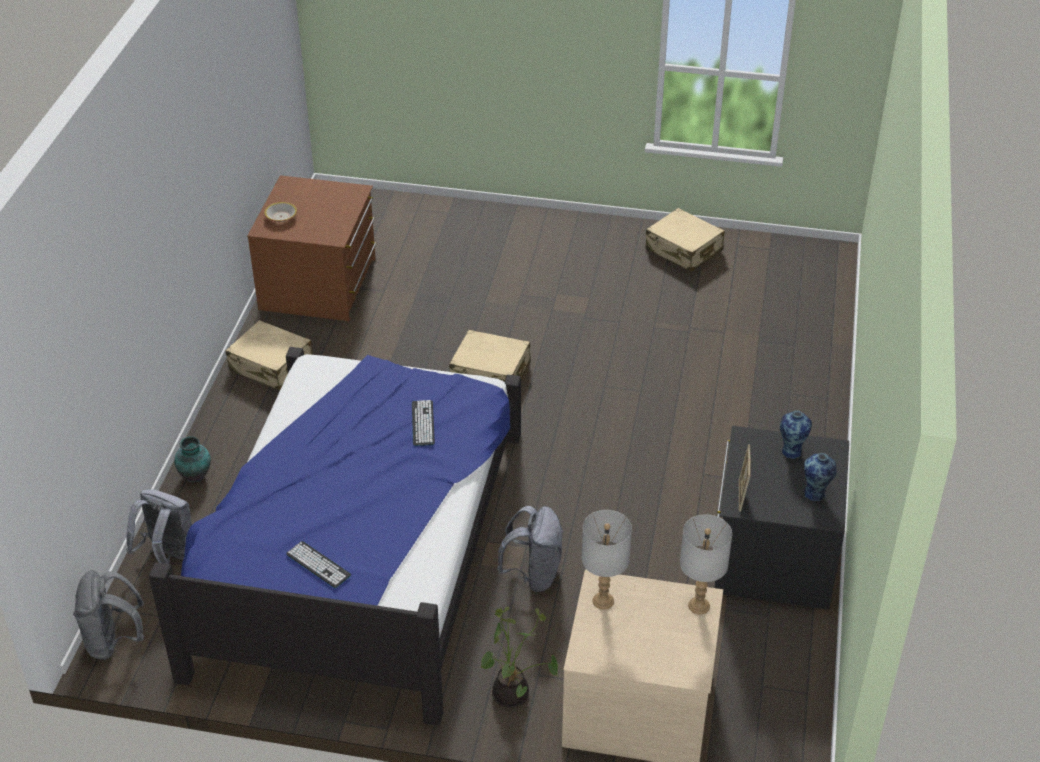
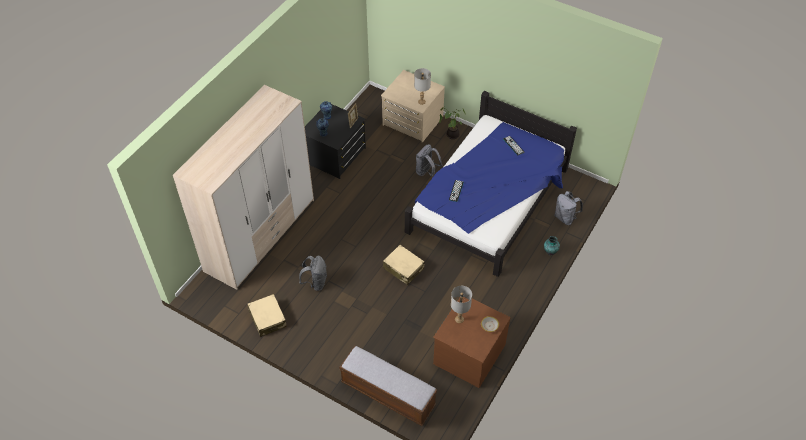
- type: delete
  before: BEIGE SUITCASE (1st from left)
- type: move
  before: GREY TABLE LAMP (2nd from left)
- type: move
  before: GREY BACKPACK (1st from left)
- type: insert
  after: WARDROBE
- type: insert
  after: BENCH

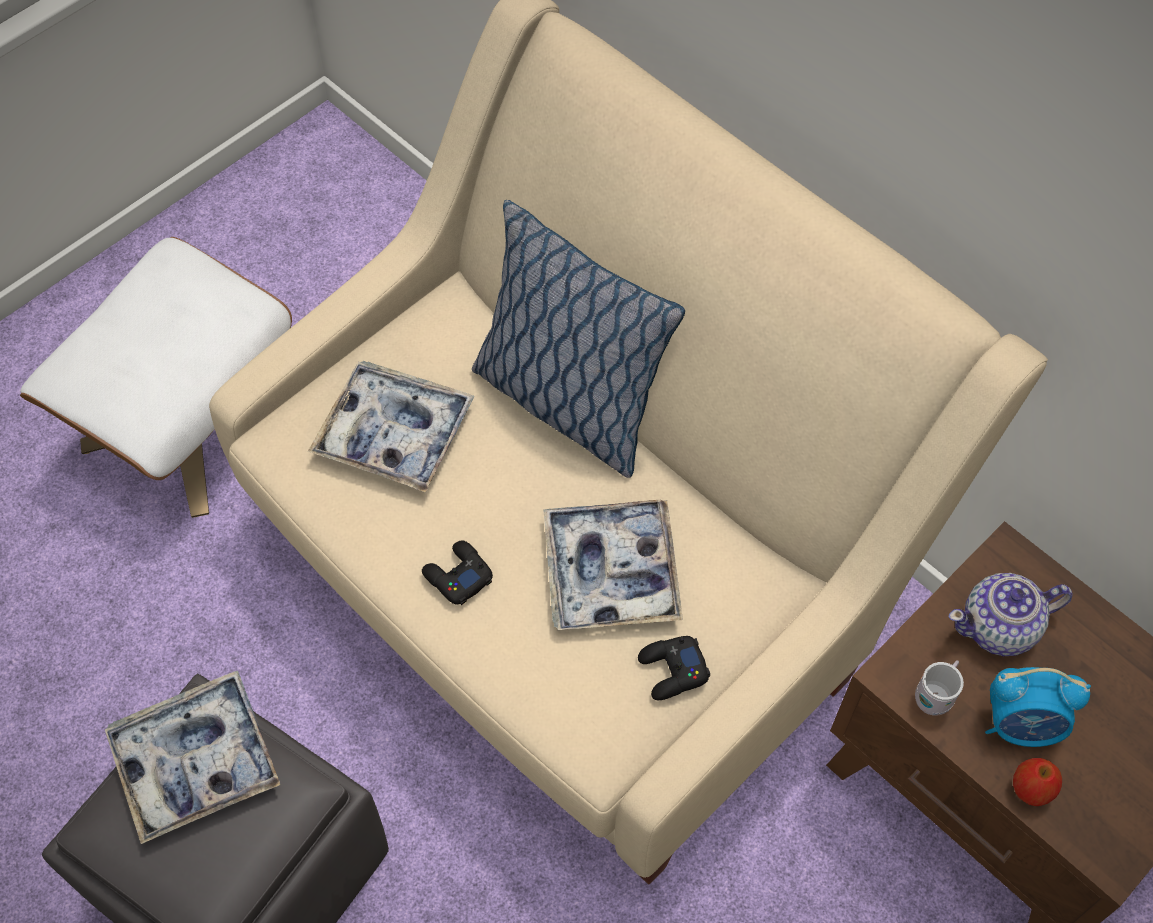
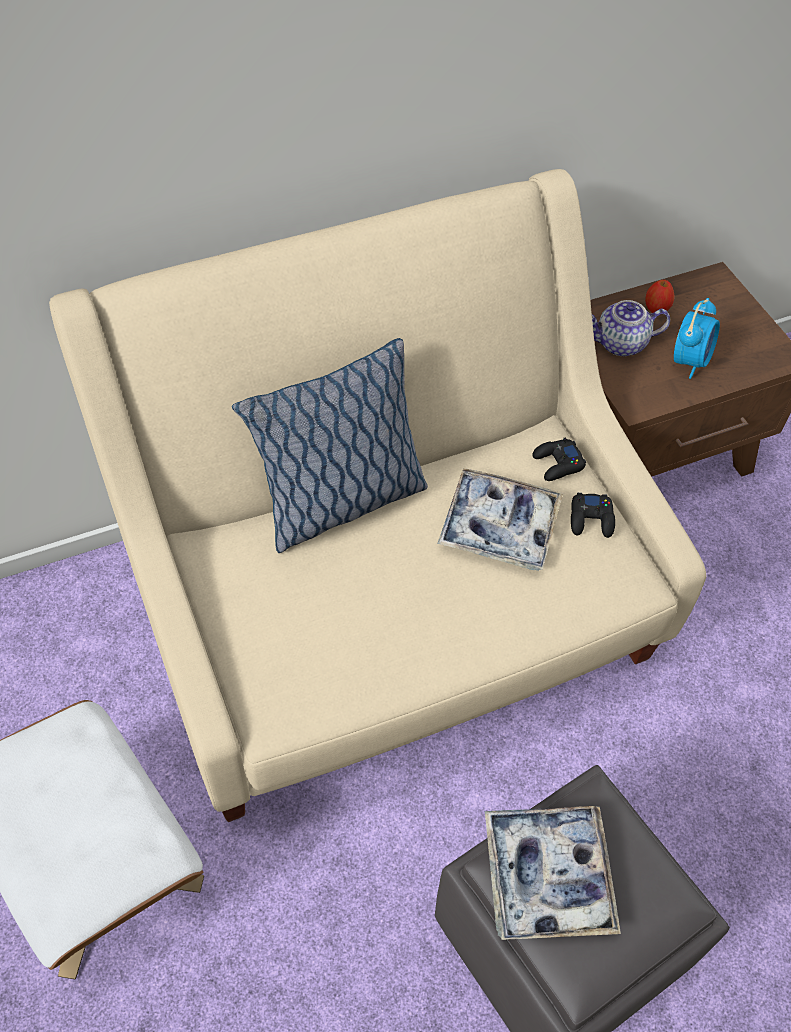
- type: delete
  before: TRAY (2nd from left)
- type: move
  before: BLACK GAME CONTROLLER (1st from left)
- type: rotate
  before: TEAPOT
  turn: 75
- type: delete
  before: WHITE MUG
- type: move
  before: APPLE

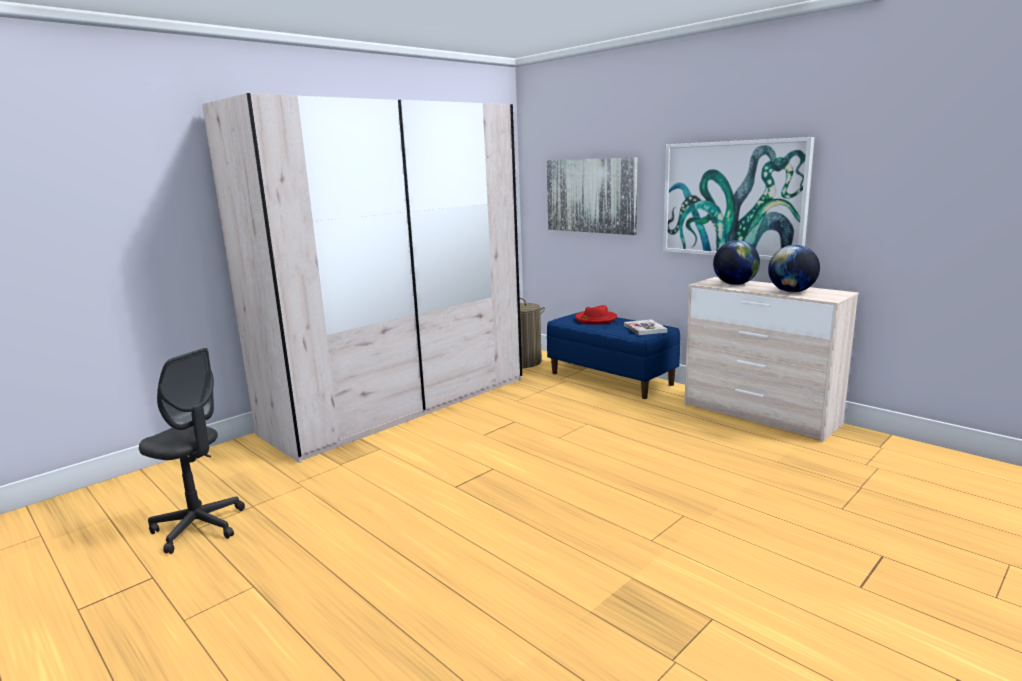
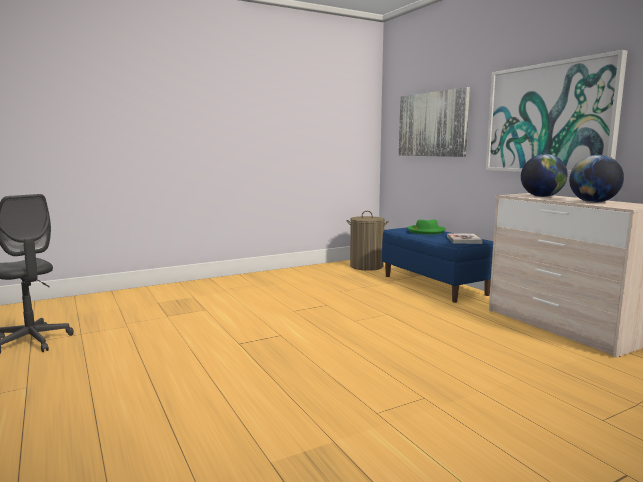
- type: delete
  before: BEIGE WARDROBE
- type: recolor
  before: RED HAT
  after: GREEN HAT

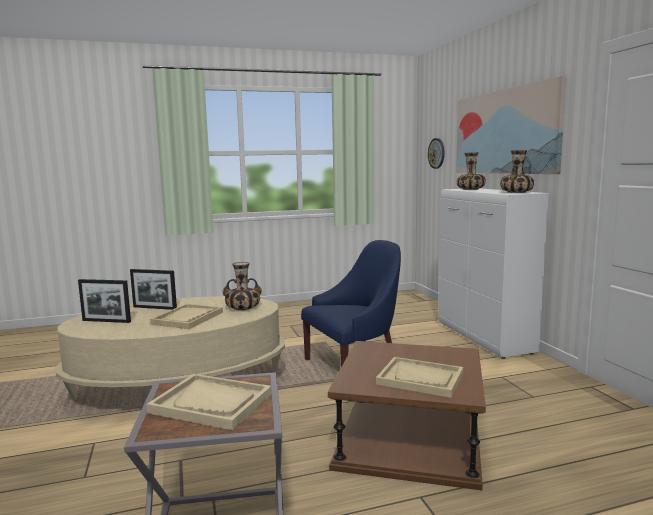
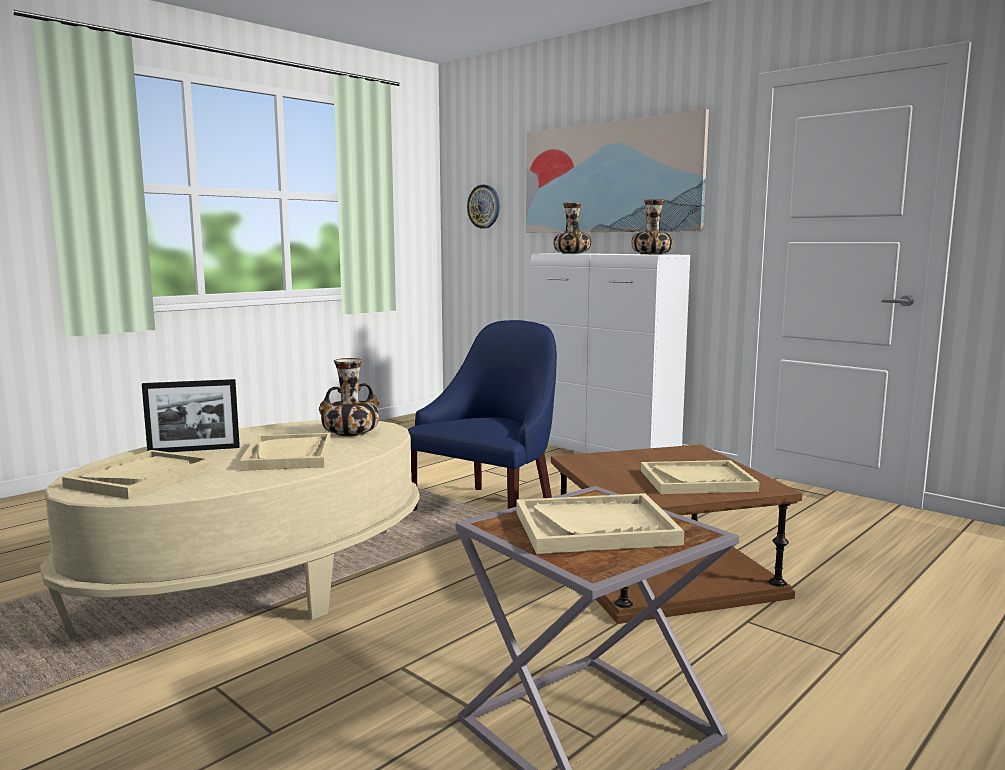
- type: replace
  before: PICTURE FRAME (1st from left)
  after: BEIGE TRAY (1st from left)

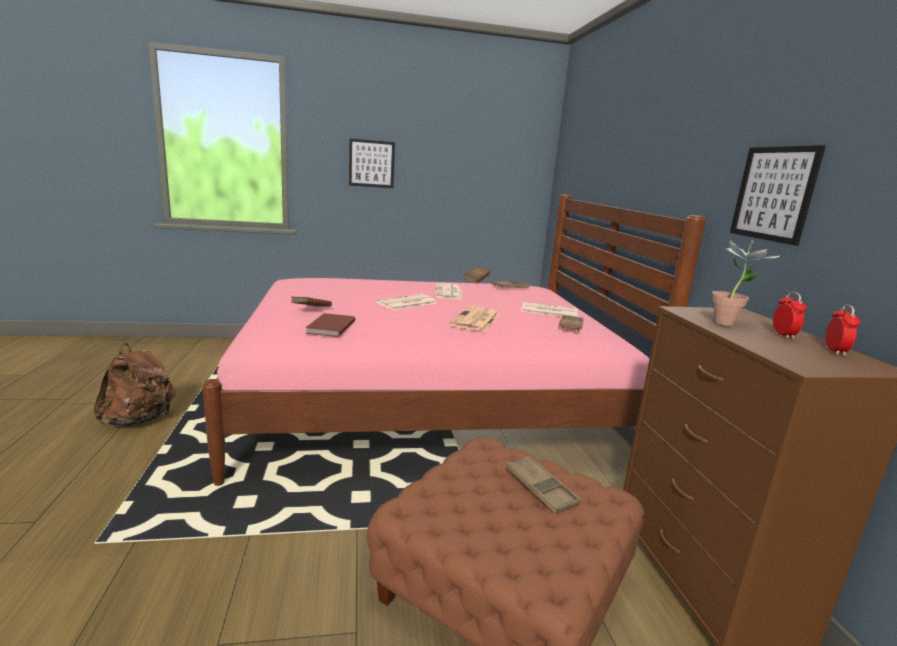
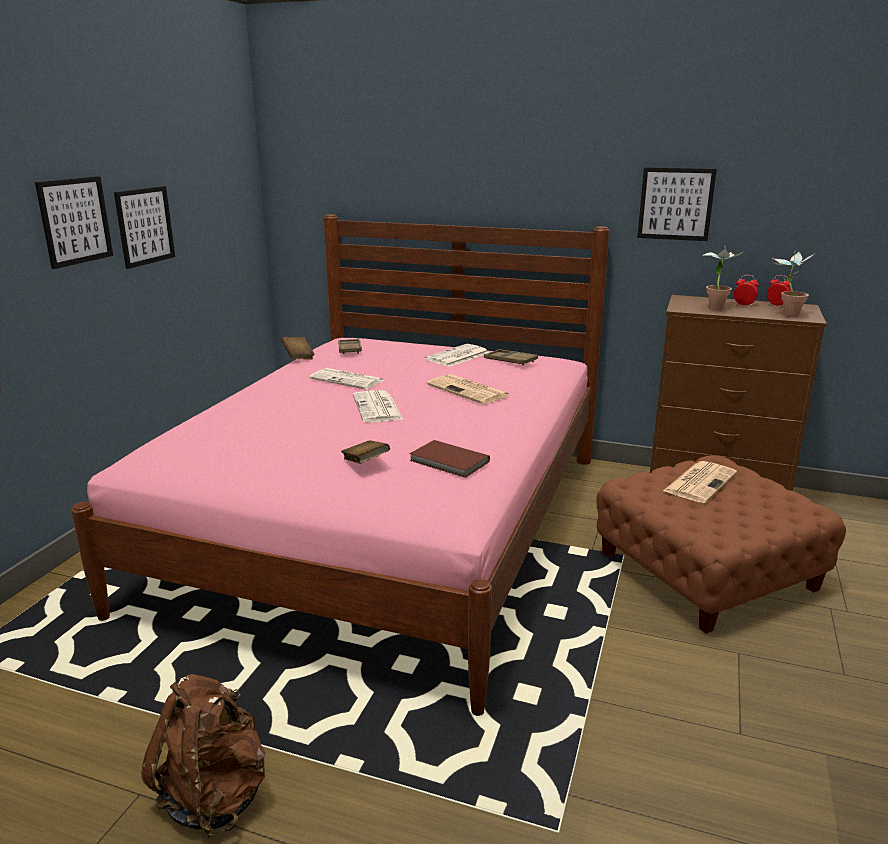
- type: replace
  before: BROWN TRAY (2nd from left)
  after: NEWSPAPER (5th from left)
- type: insert
  after: PICTURE (2nd from left)
- type: insert
  after: POTTED PLANT (2nd from left)

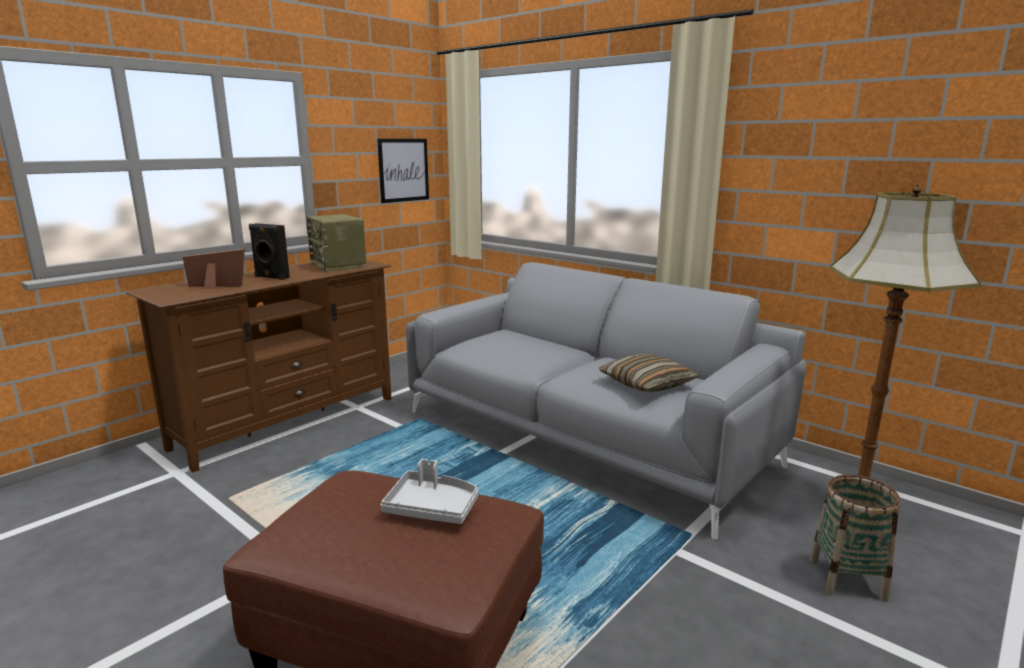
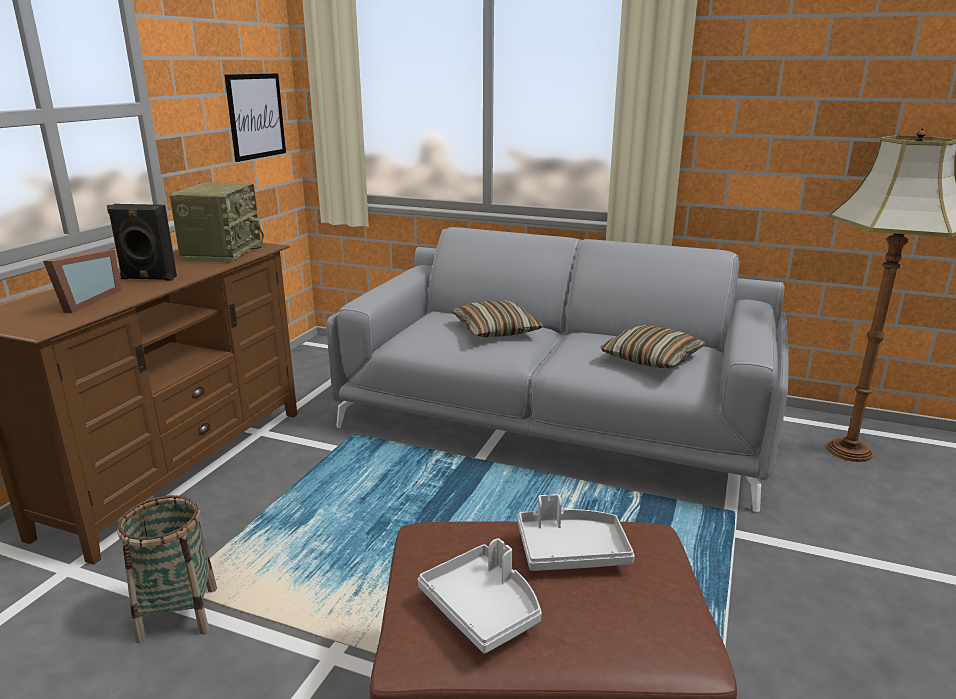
- type: rotate
  before: RADIO
  turn: -120
- type: rotate
  before: PICTURE FRAME
  turn: 120
- type: move
  before: BASKET
- type: insert
  after: PILLOW (1st from left)
- type: insert
  after: GREY TRAY (1st from left)

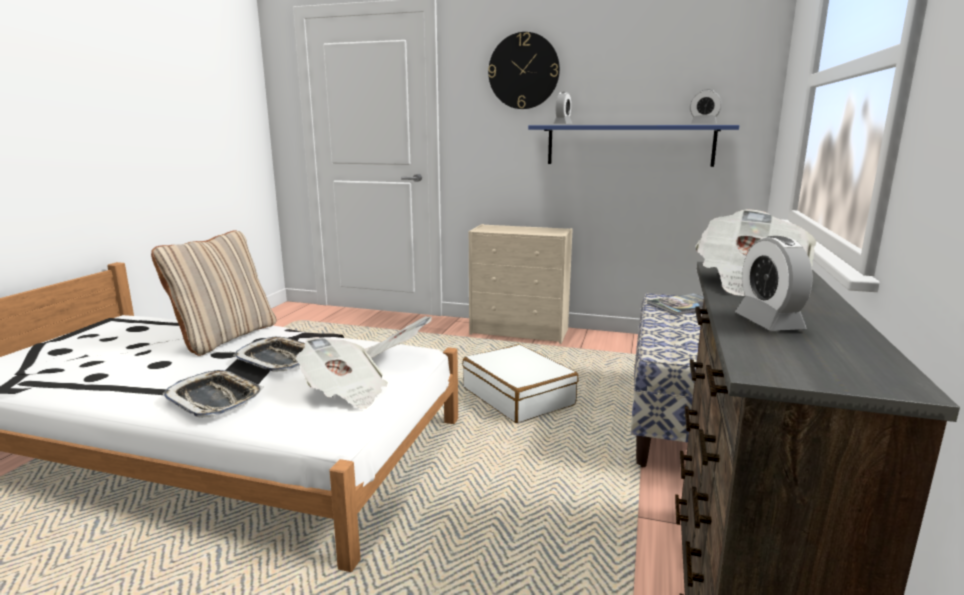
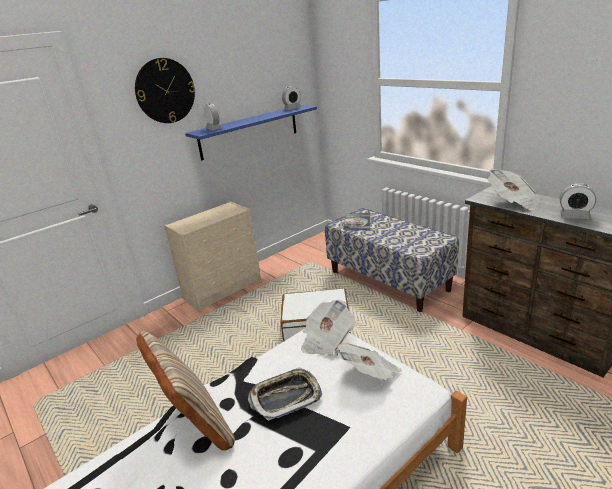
- type: delete
  before: TRAY (1st from left)

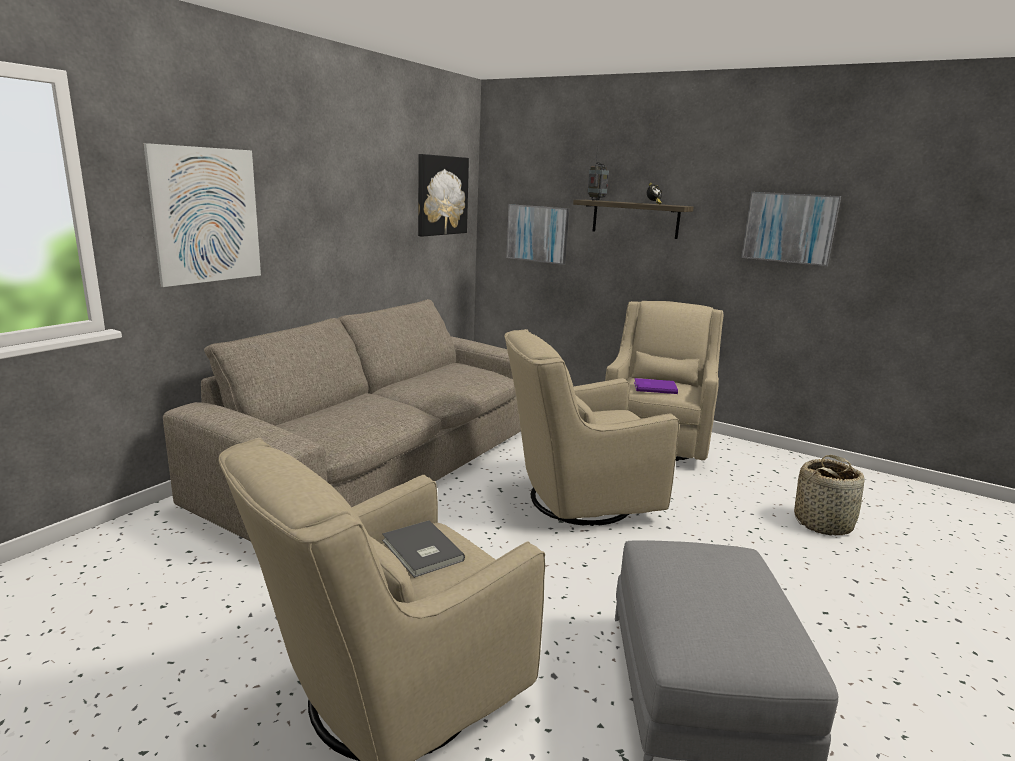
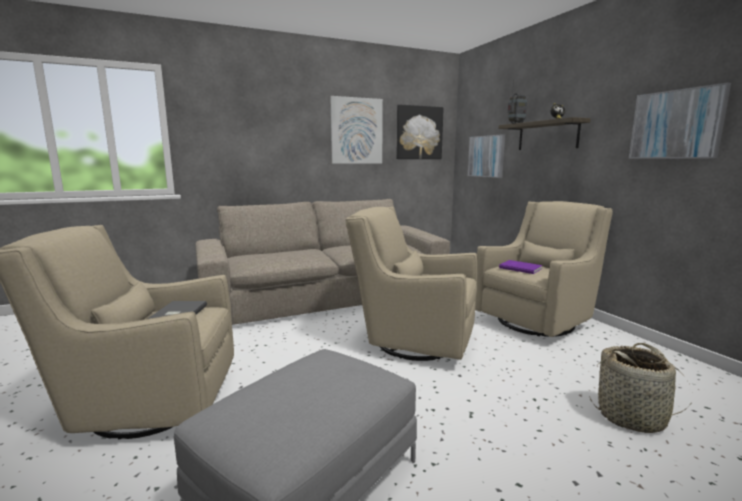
- type: move
  before: PICTURE (1st from left)

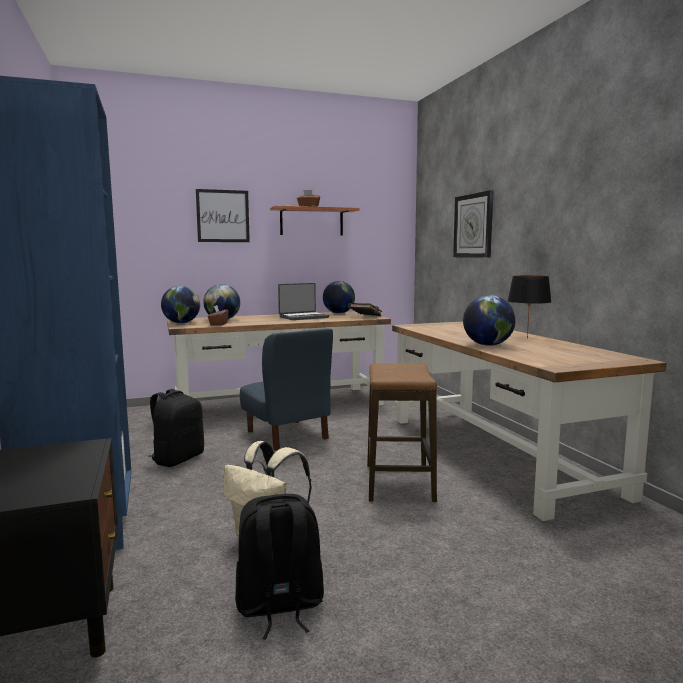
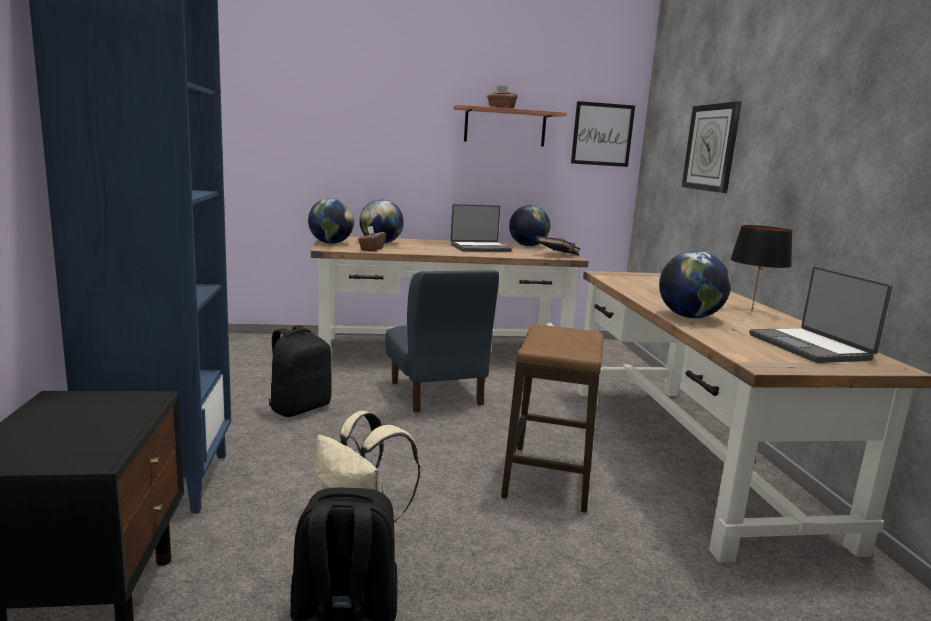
- type: move
  before: PICTURE
- type: insert
  after: LAPTOP (2nd from left)

